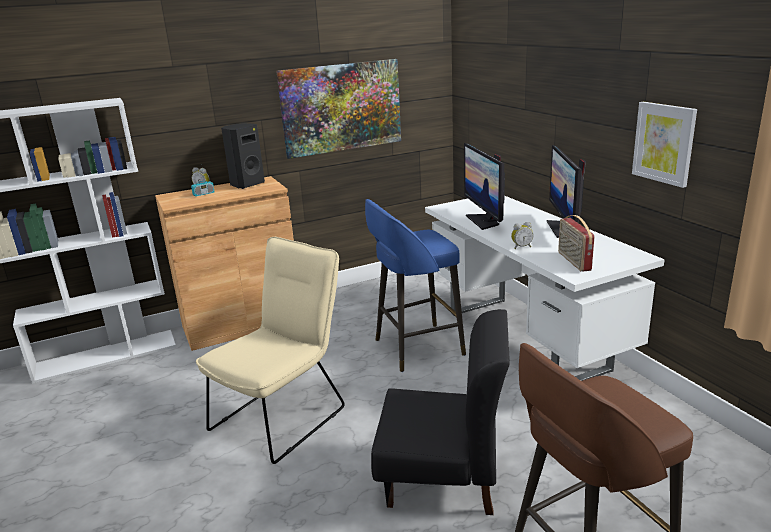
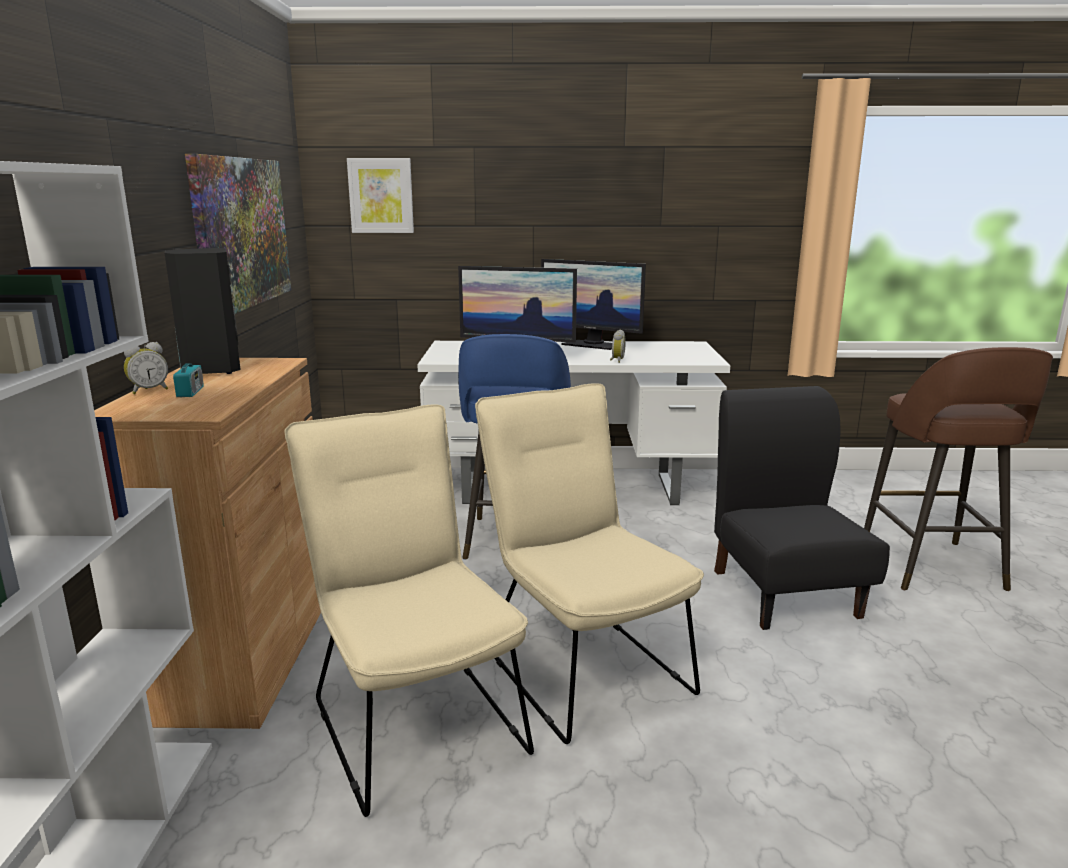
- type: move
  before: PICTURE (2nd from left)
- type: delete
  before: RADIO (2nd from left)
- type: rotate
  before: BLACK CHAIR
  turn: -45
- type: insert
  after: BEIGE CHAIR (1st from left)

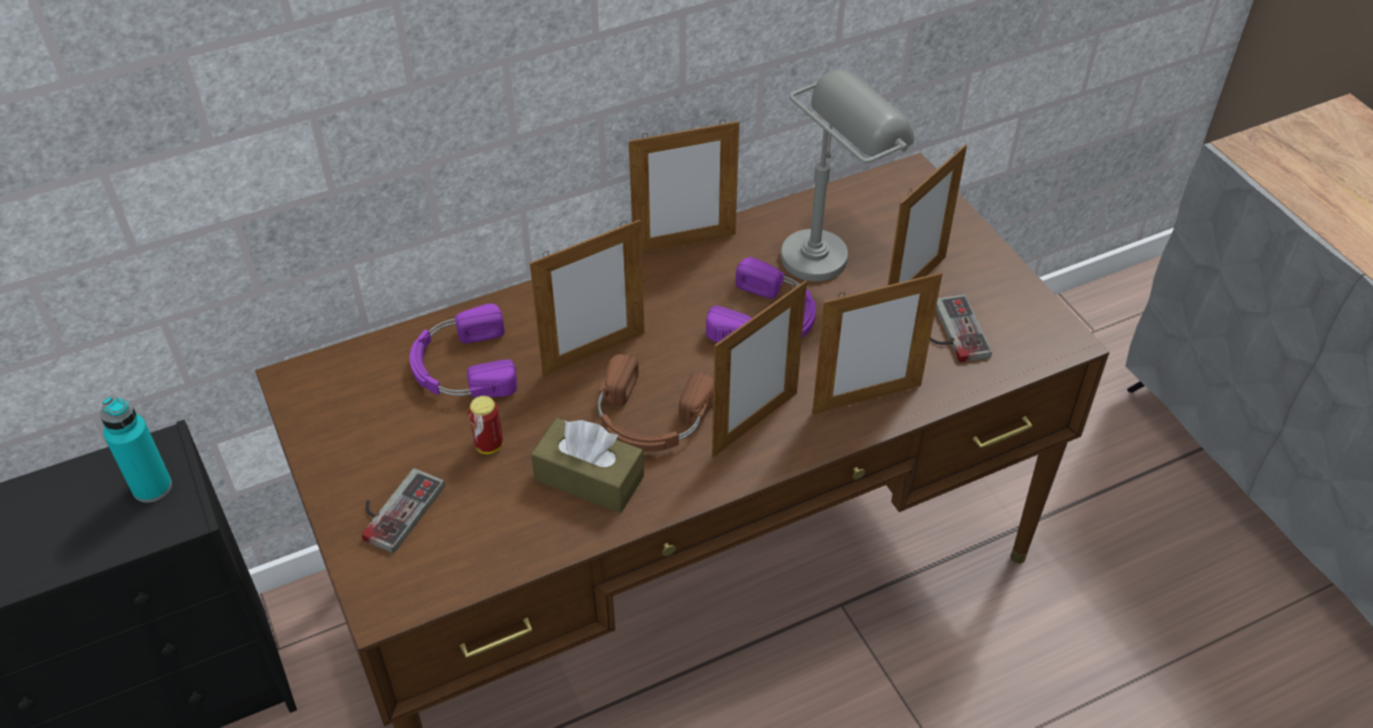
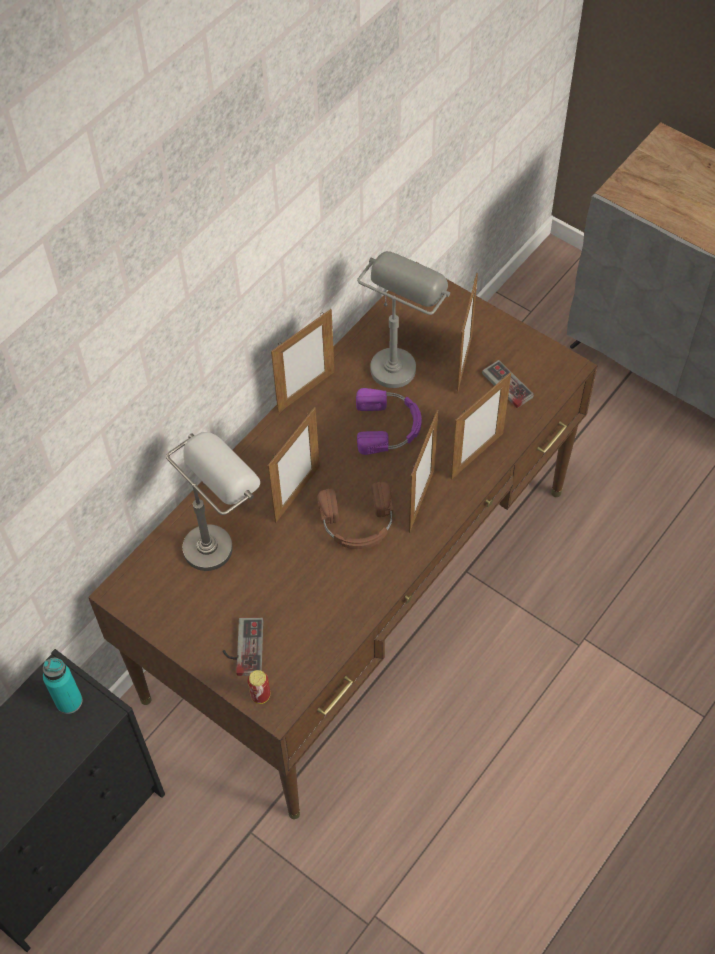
- type: replace
  before: PURPLE HEADPHONES (1st from left)
  after: GREY TABLE LAMP (1st from left)
- type: move
  before: CAN
- type: delete
  before: BROWN TISSUE BOX

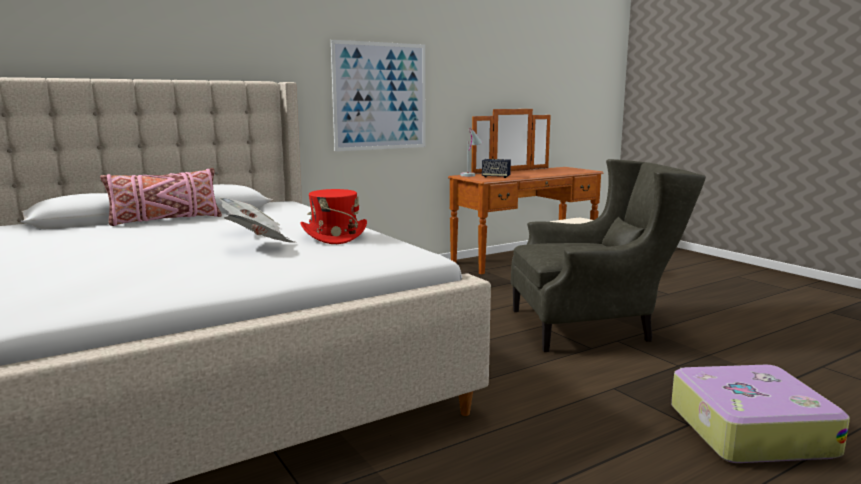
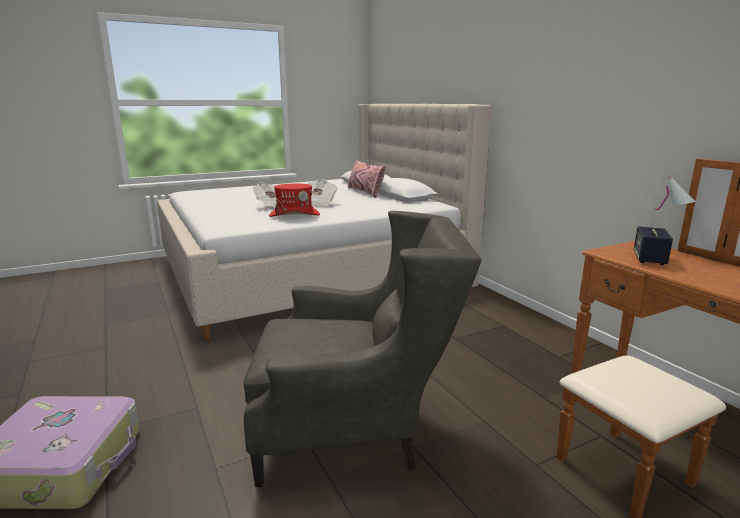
- type: delete
  before: PICTURE
- type: rotate
  before: GREY ARMCHAIR
  turn: -90

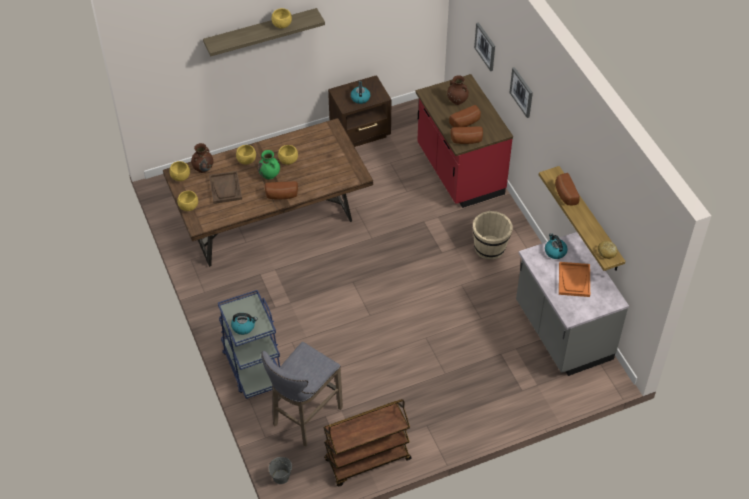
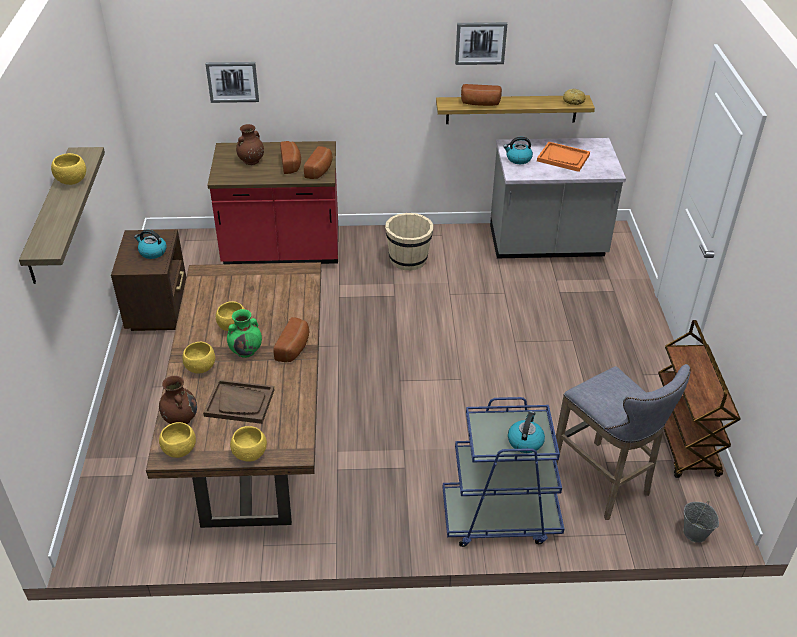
- type: move
  before: PICTURE (2nd from left)

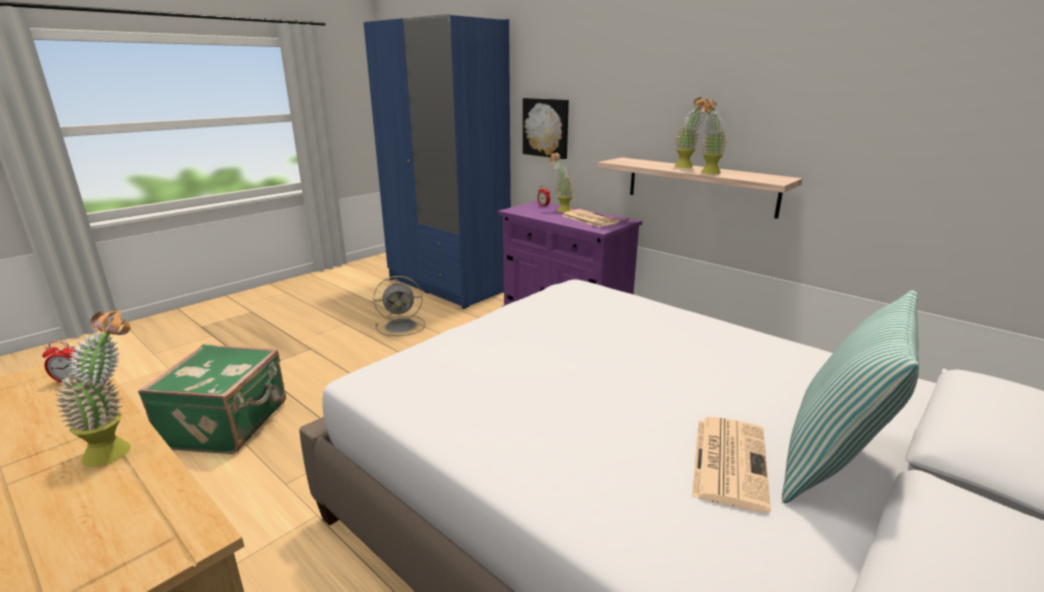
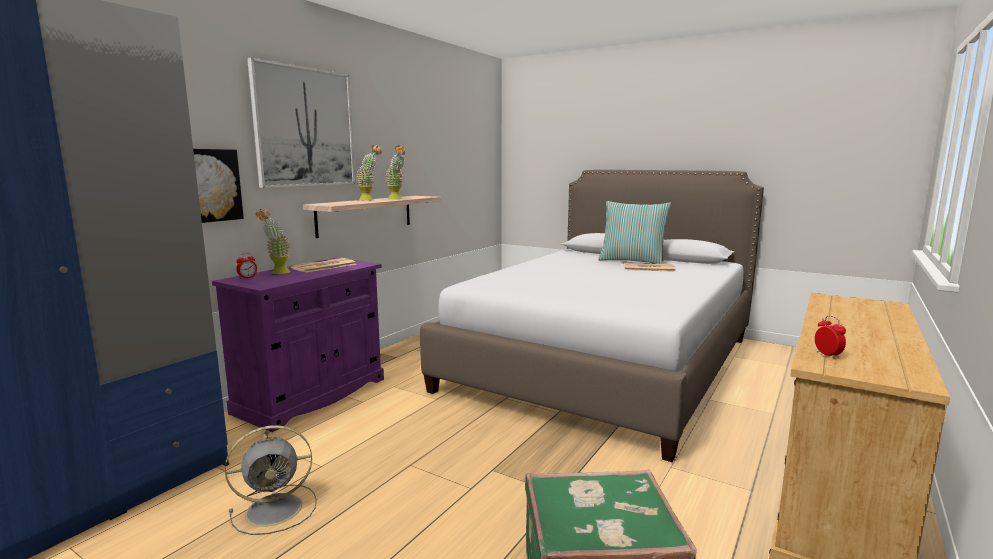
- type: rotate
  before: GREY FAN
  turn: 90
- type: delete
  before: POTTED PLANT (1st from left)
- type: insert
  after: PICTURE (2nd from left)

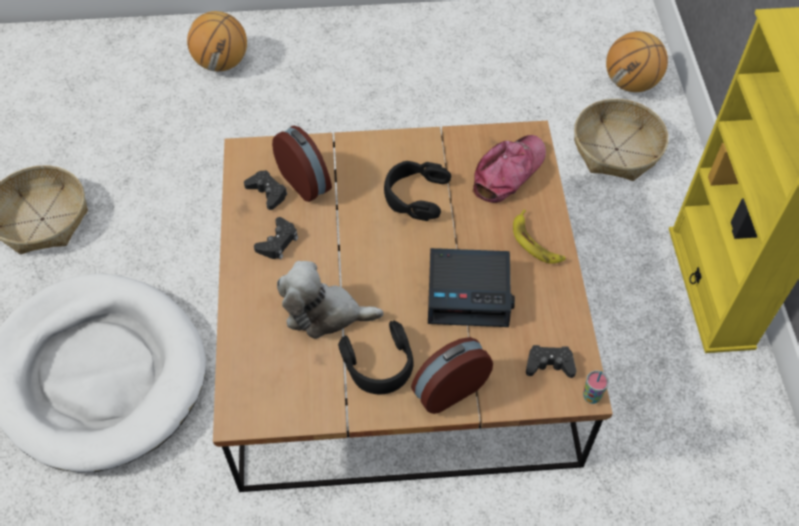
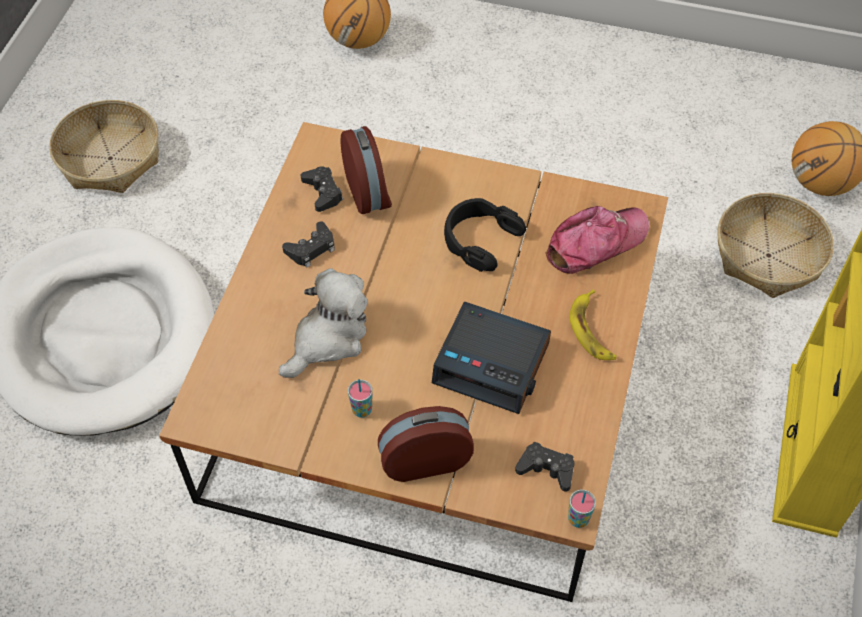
- type: rotate
  before: PLUSH TOY
  turn: 105
- type: replace
  before: BLACK HEADPHONES (1st from left)
  after: CUP (1st from left)

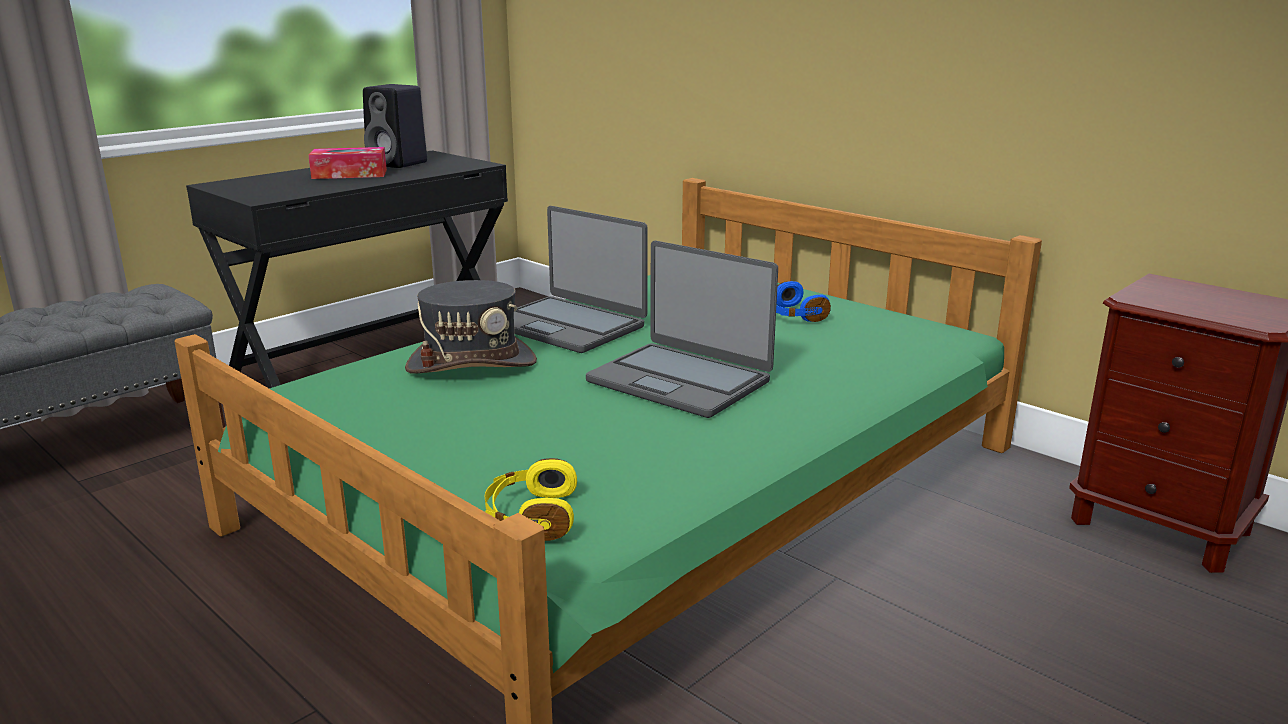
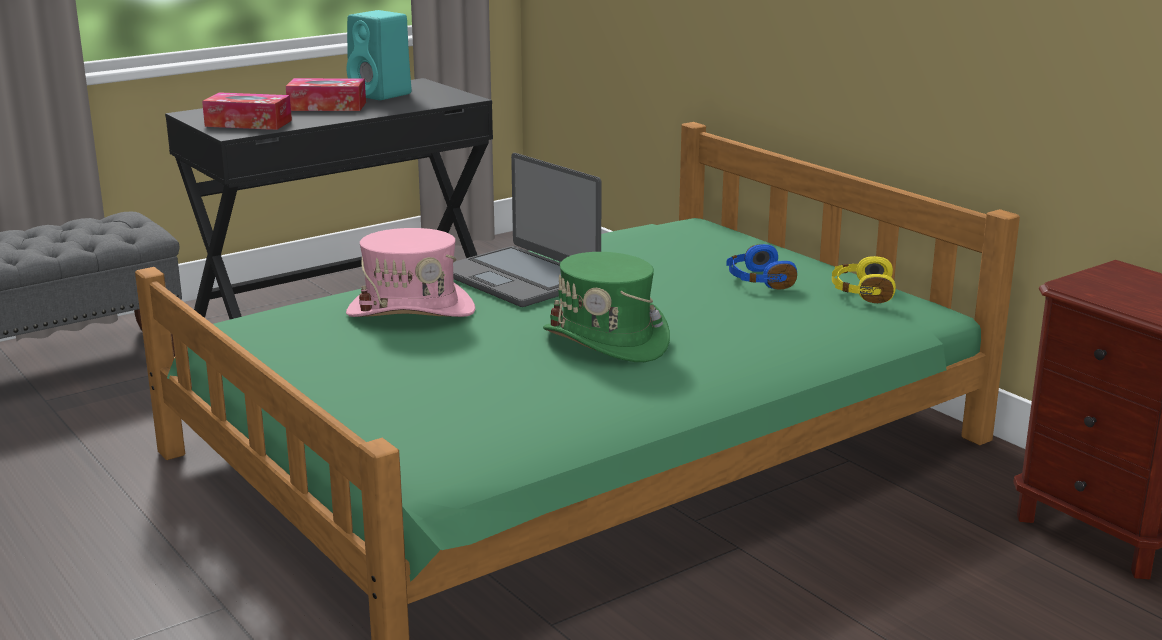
- type: recolor
  before: BLACK SPEAKER
  after: TURQUOISE SPEAKER
- type: replace
  before: LAPTOP (2nd from left)
  after: GREEN HAT
- type: recolor
  before: GREY HAT
  after: PINK HAT
- type: move
  before: YELLOW HEADPHONES
- type: insert
  after: TISSUE BOX (1st from left)

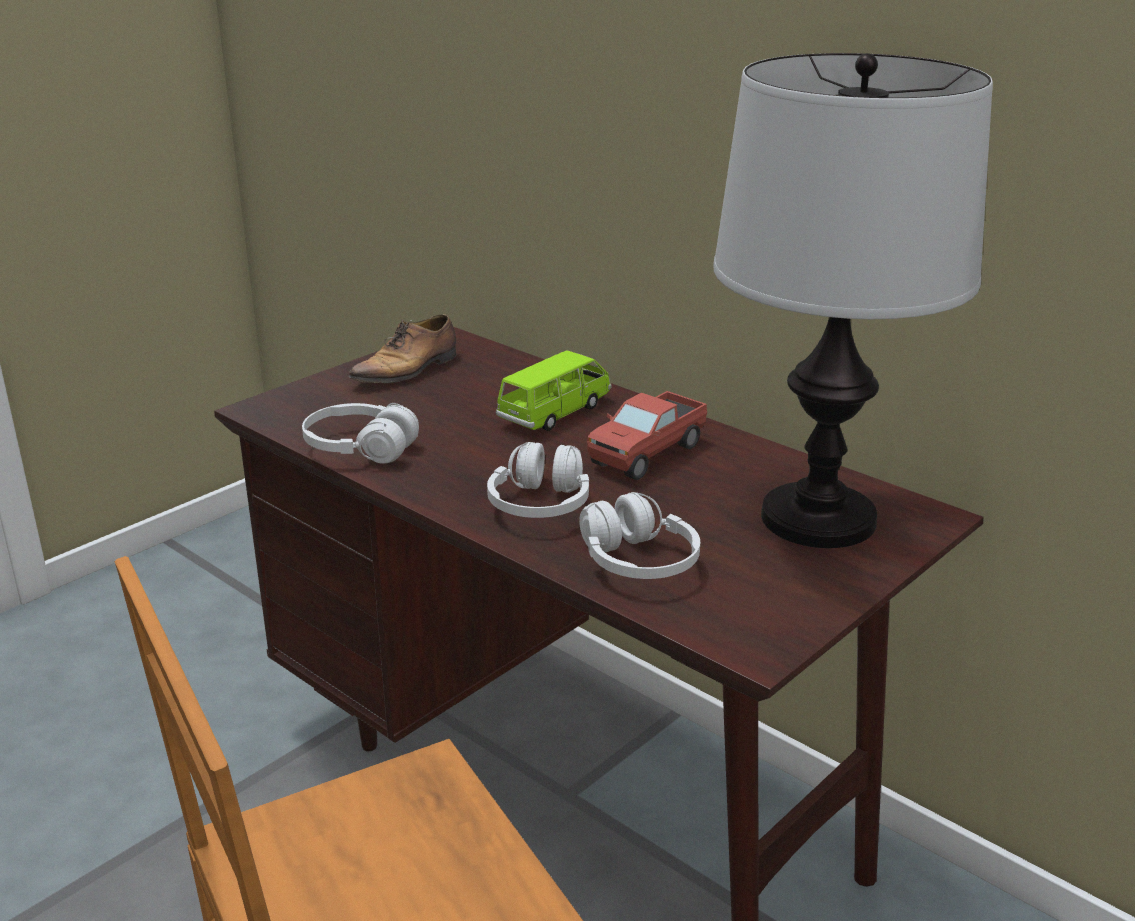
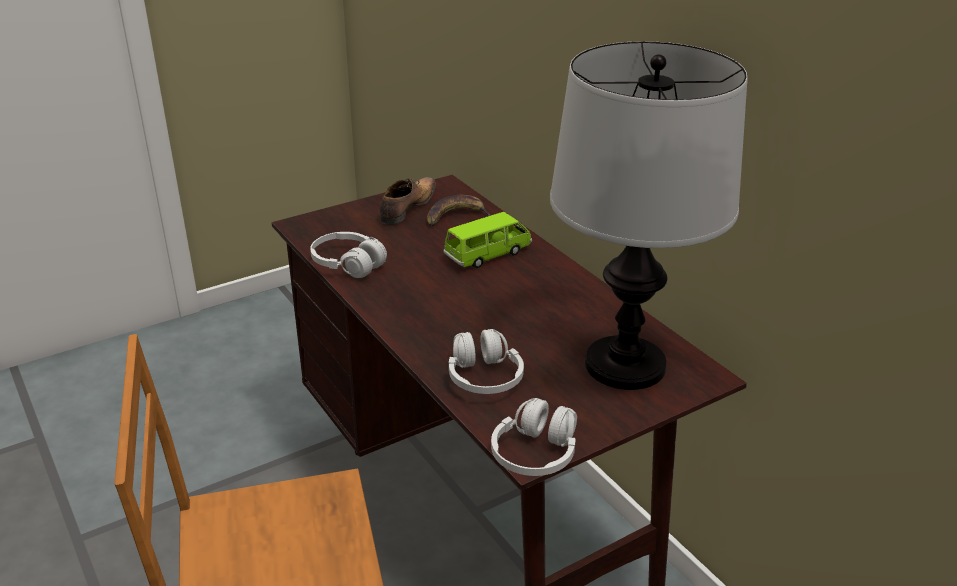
- type: rotate
  before: SHOE
  turn: 150
- type: delete
  before: TOY TRUCK
- type: move
  before: WHITE HEADPHONES (2nd from left in the first image)
  after: WHITE HEADPHONES (3rd from left)
- type: insert
  after: BANANA

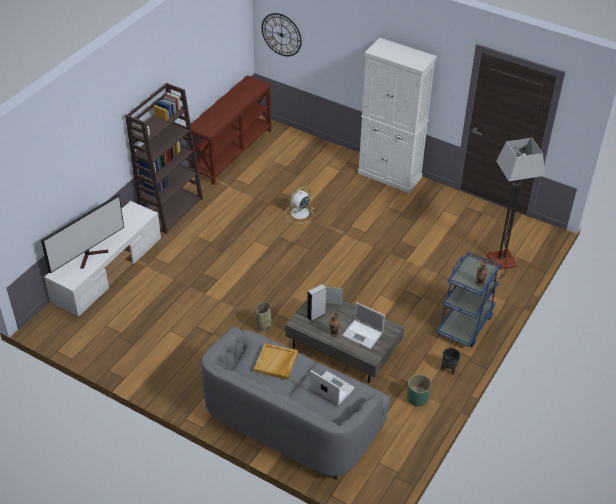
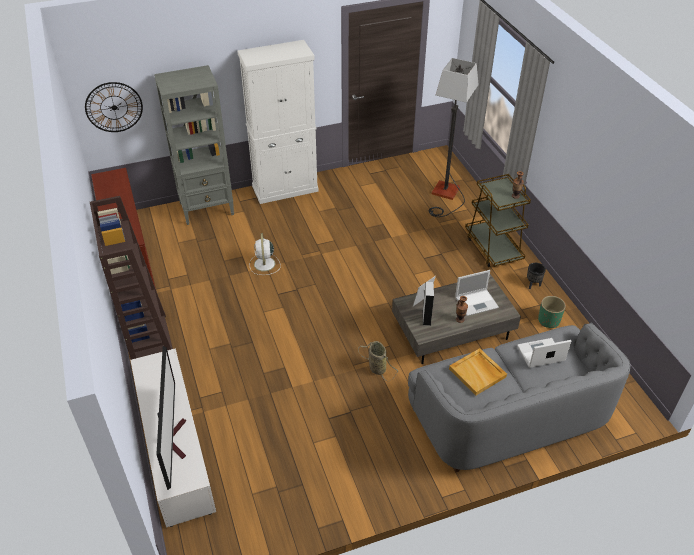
- type: recolor
  before: BLUE CART
  after: BROWN CART
- type: insert
  after: GREY BOOKCASE

